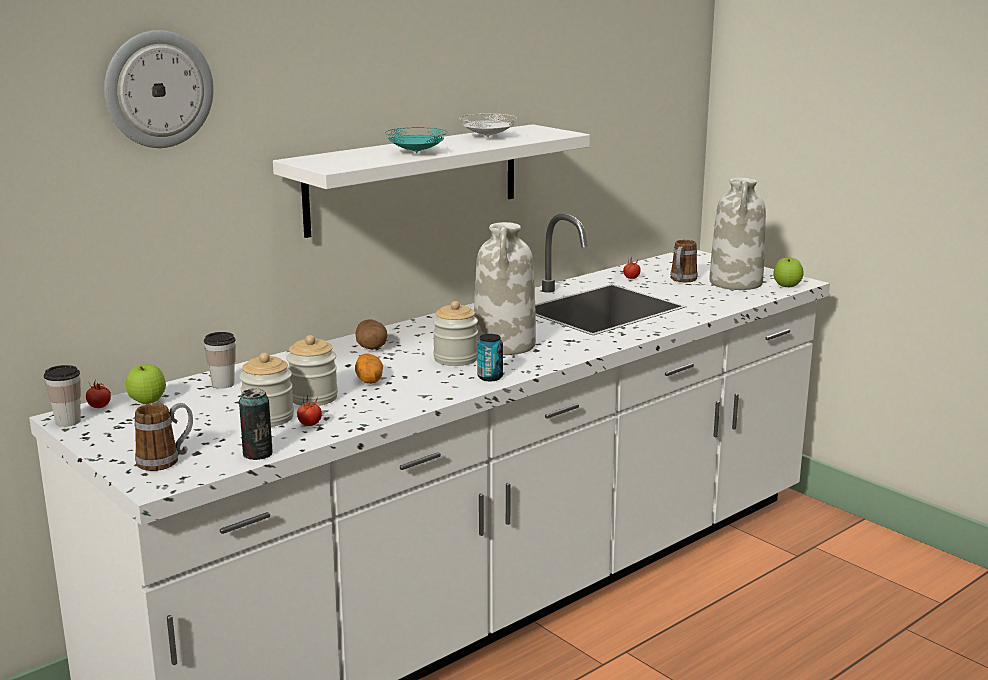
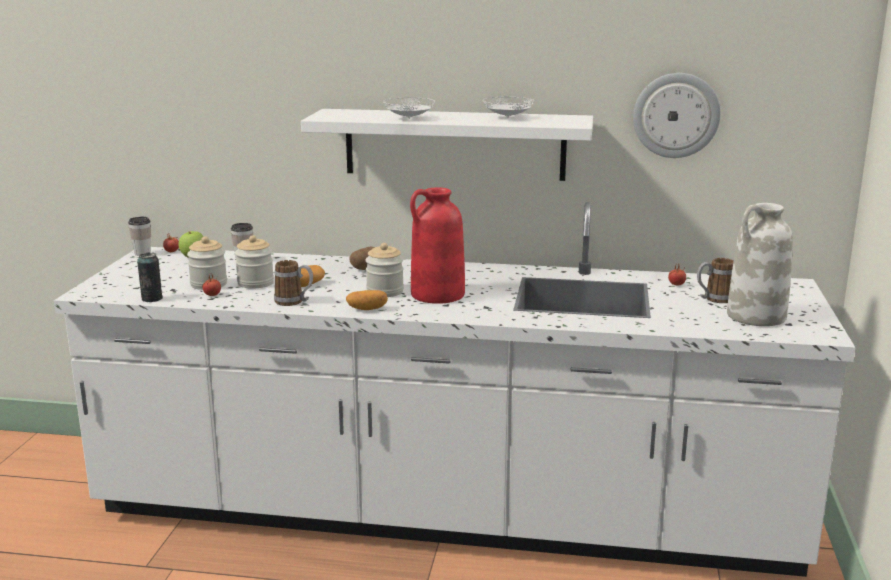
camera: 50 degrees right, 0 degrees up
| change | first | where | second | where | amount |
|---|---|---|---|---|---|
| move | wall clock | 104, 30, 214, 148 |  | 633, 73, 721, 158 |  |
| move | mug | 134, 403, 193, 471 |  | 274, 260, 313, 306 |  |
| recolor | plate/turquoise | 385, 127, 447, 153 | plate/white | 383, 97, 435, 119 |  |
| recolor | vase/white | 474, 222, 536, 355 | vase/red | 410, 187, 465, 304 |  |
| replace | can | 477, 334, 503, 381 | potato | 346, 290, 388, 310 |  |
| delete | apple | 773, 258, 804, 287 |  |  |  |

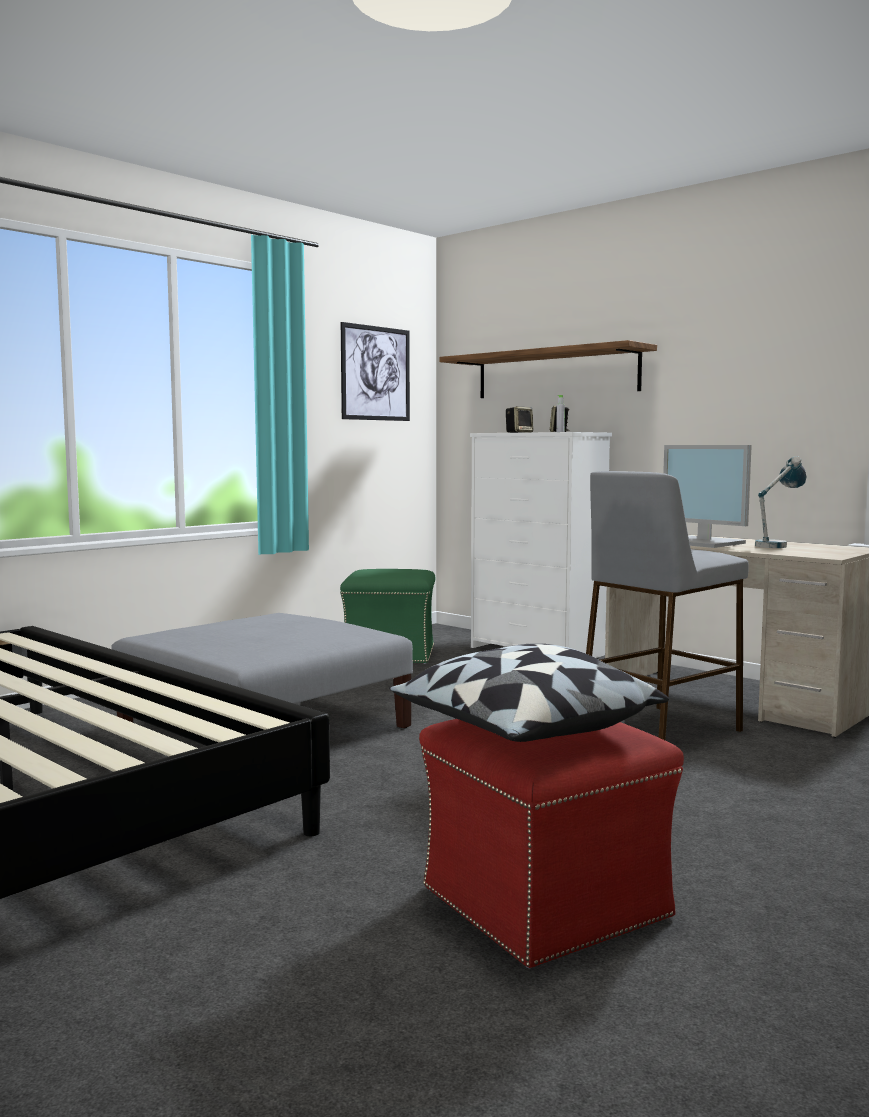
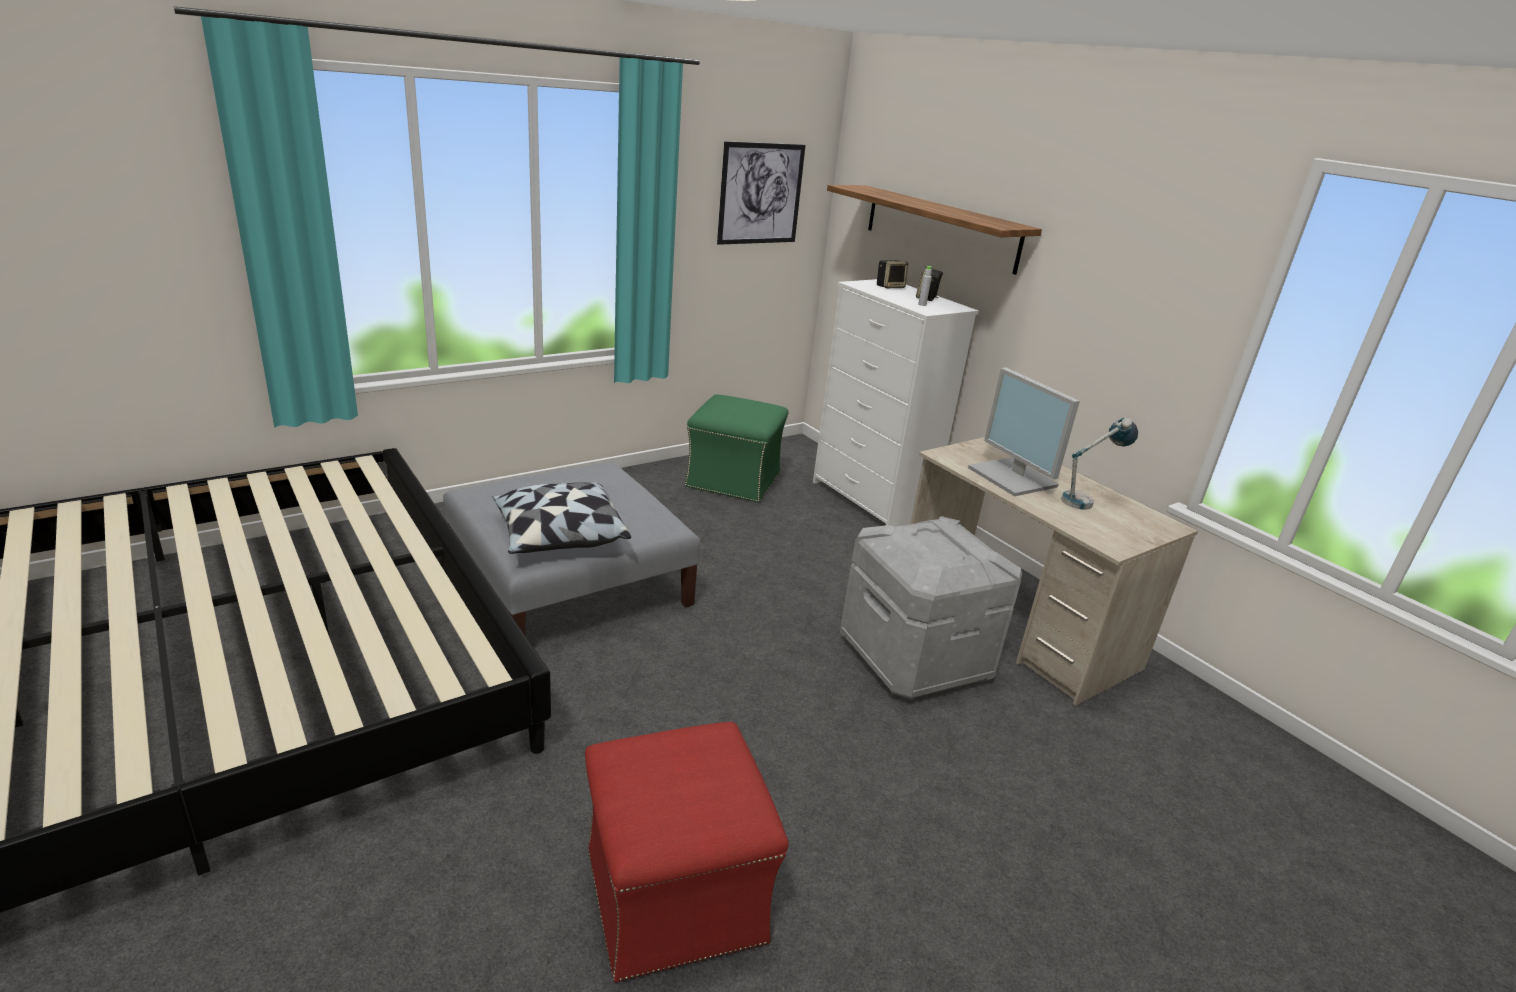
camera: 10 degrees right, 20 degrees up
| change | first | where | second | where | amount |
|---|---|---|---|---|---|
| move | pillow | 389, 643, 669, 742 |  | 492, 482, 631, 554 |  |
| replace | stool/grey | 586, 471, 749, 740 | storage box/grey | 840, 516, 1022, 699 |  |

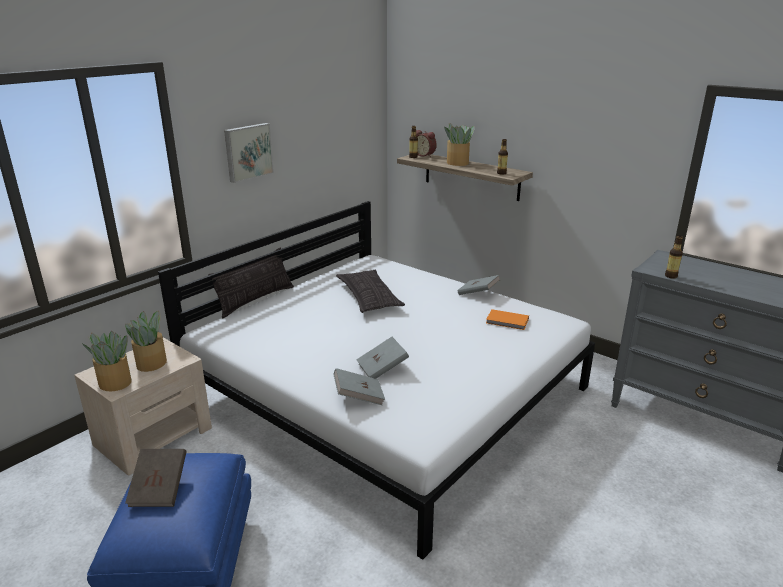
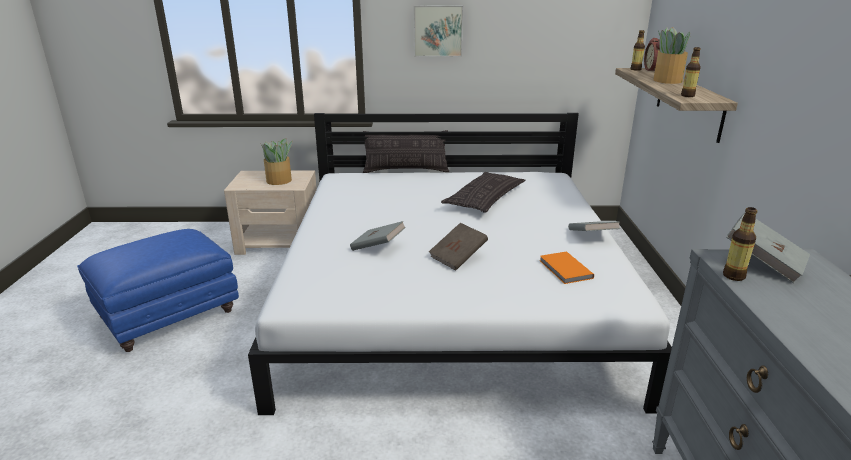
camera: 50 degrees right, 0 degrees up
| change | first | where | second | where | amount |
|---|---|---|---|---|---|
| delete | potted plant | 82, 331, 131, 391 |  |  |  |
| move | book/brown | 125, 449, 187, 507 |  | 429, 223, 488, 270 |  |
| move | book/grey | 333, 368, 385, 405 |  | 726, 213, 810, 283 |  |

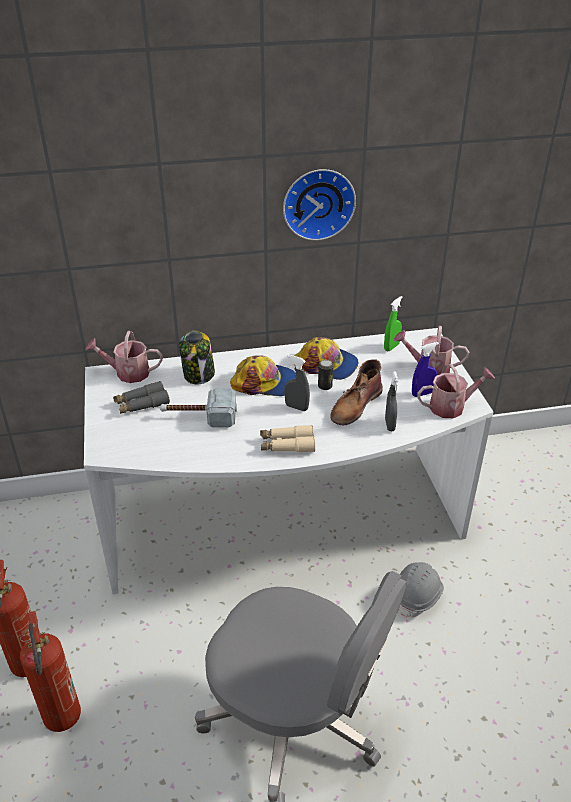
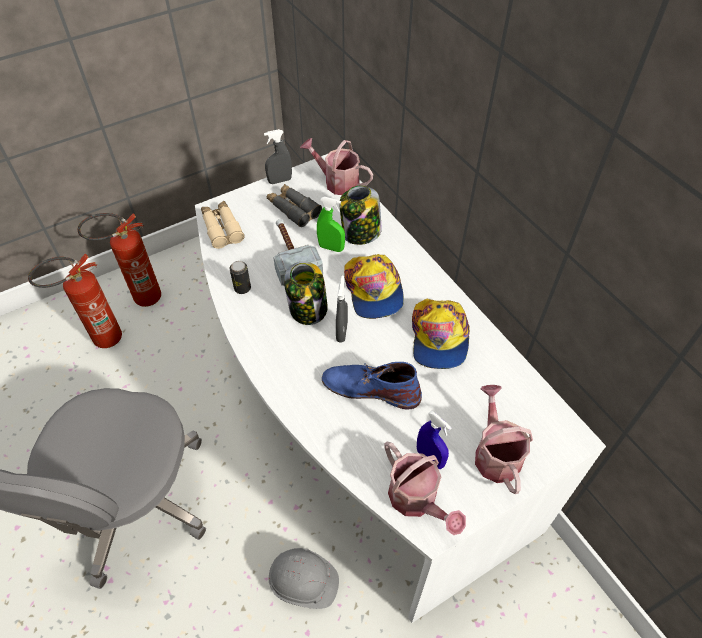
camera: 70 degrees right, 15 degrees up
| change | first | where | second | where | amount |
|---|---|---|---|---|---|
| rotate | watering can | 86, 331, 163, 383 |  | 300, 138, 373, 195 | 45 degrees counterclockwise |
| move | binoculars/beige | 260, 425, 315, 452 |  | 201, 201, 244, 249 |  |
| delete | wall clock | 283, 169, 356, 241 |  |  |  |
| move | can | 318, 360, 333, 390 |  | 230, 261, 251, 294 |  |
| recolor | boot/brown | 330, 359, 383, 425 | boot/blue | 322, 362, 422, 410 |  |
| move | spray bottle/green | 384, 296, 403, 351 |  | 317, 197, 345, 252 |  |
| move | spray bottle/grey | 385, 371, 398, 431 |  | 264, 129, 292, 184 |  |
| insert |  |  | jar | 284, 261, 328, 325 |  |

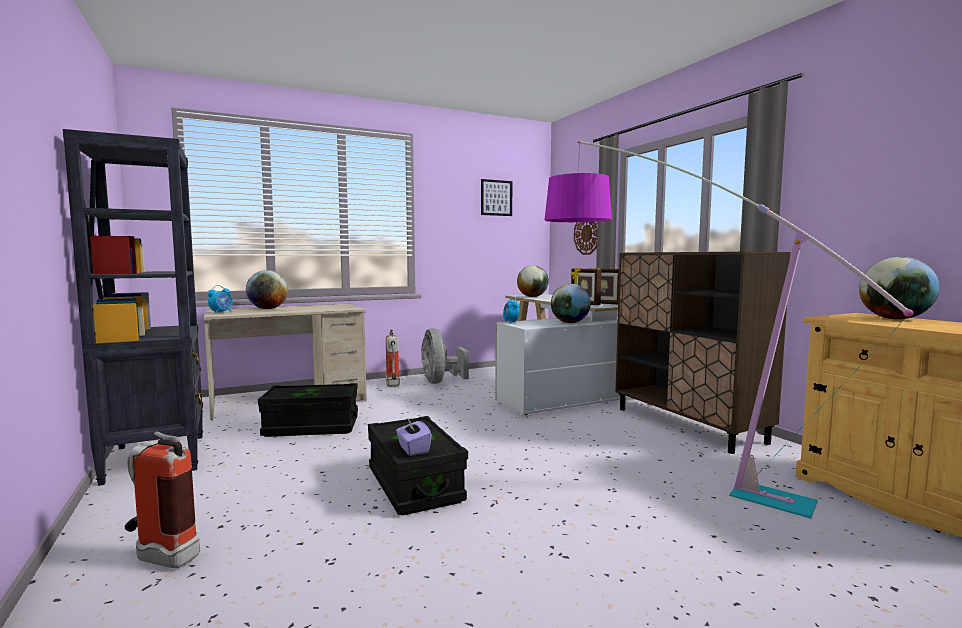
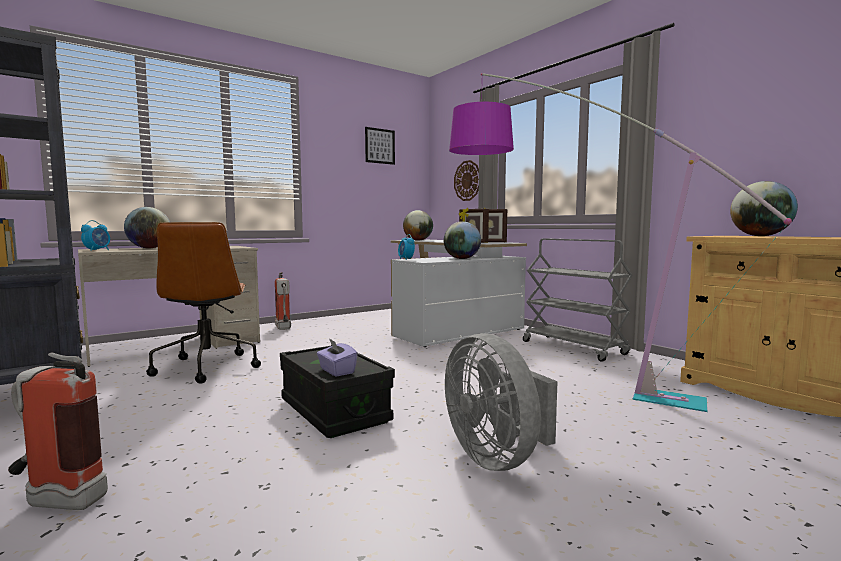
camera: 10 degrees left, 0 degrees up
| change | first | where | second | where | amount |
|---|---|---|---|---|---|
| replace | storage box/black | 258, 383, 358, 437 | office chair/brown | 146, 222, 261, 383 |  |
| move | fan/grey | 421, 328, 469, 384 |  | 445, 333, 558, 471 |  |
| replace | cabinet/brown | 615, 252, 791, 454 | cart/grey | 523, 238, 633, 362 |  |

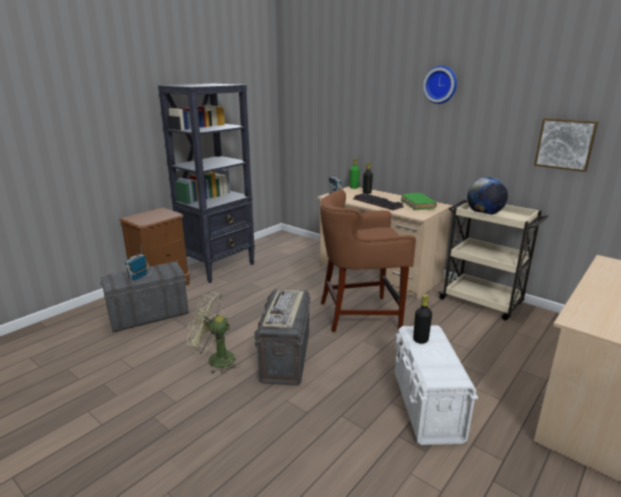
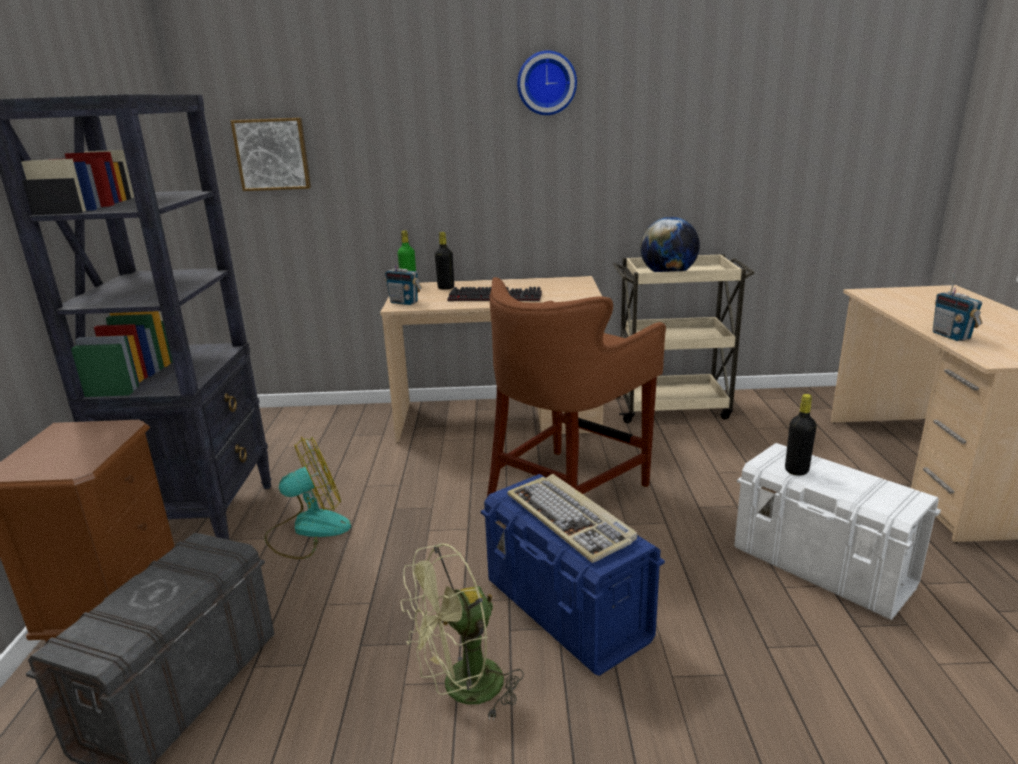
camera: 40 degrees left, 0 degrees up
| change | first | where | second | where | amount |
|---|---|---|---|---|---|
| move | radio | 125, 245, 149, 281 |  | 933, 271, 982, 341 |  |
| recolor | storage box/grey | 255, 289, 311, 386 | storage box/blue | 481, 474, 665, 676 |  |
| delete | book/green | 401, 193, 437, 210 |  |  |  |
| move | picture | 534, 118, 598, 172 |  | 231, 118, 311, 191 |  |
| insert |  |  | fan | 265, 437, 351, 559 |  |

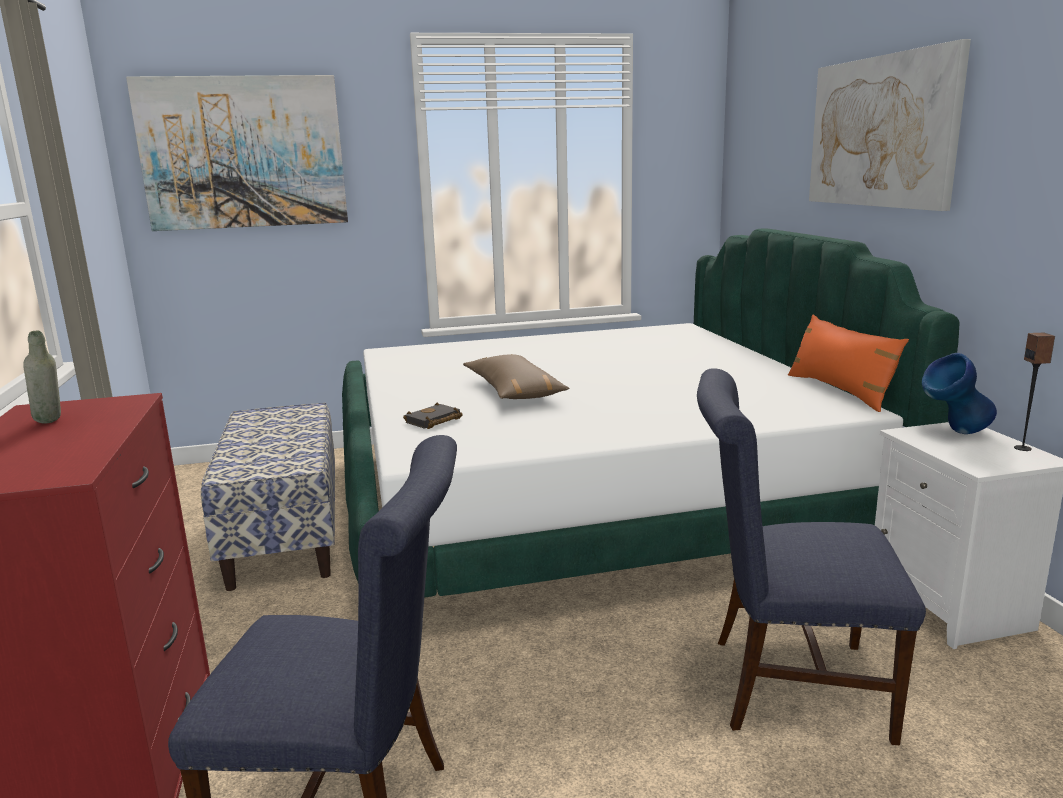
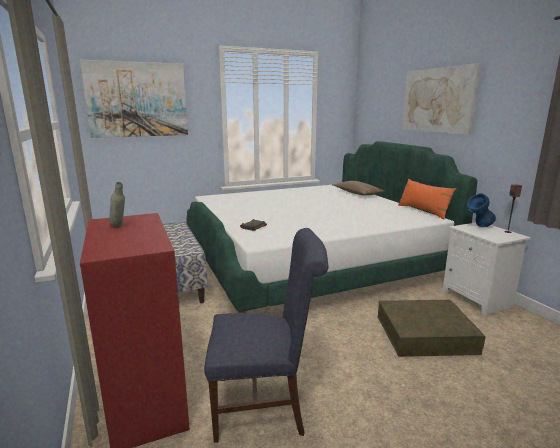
camera: 10 degrees left, 0 degrees up
| change | first | where | second | where | amount |
|---|---|---|---|---|---|
| move | pillow/brown | 463, 354, 569, 399 |  | 333, 181, 385, 196 |  |
| replace | chair/blue | 697, 368, 926, 745 | storage box/brown | 378, 300, 486, 357 |  |

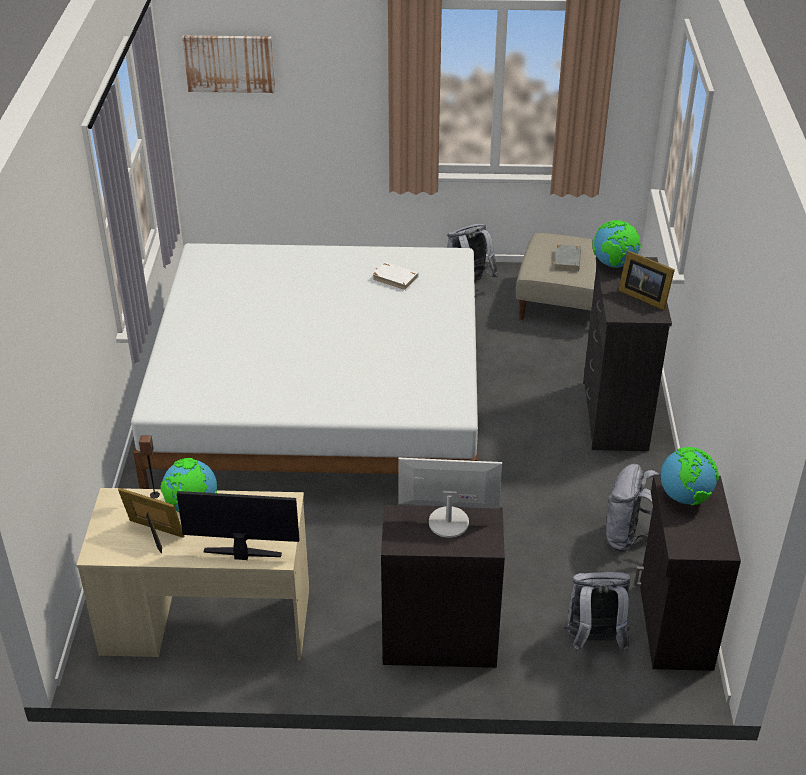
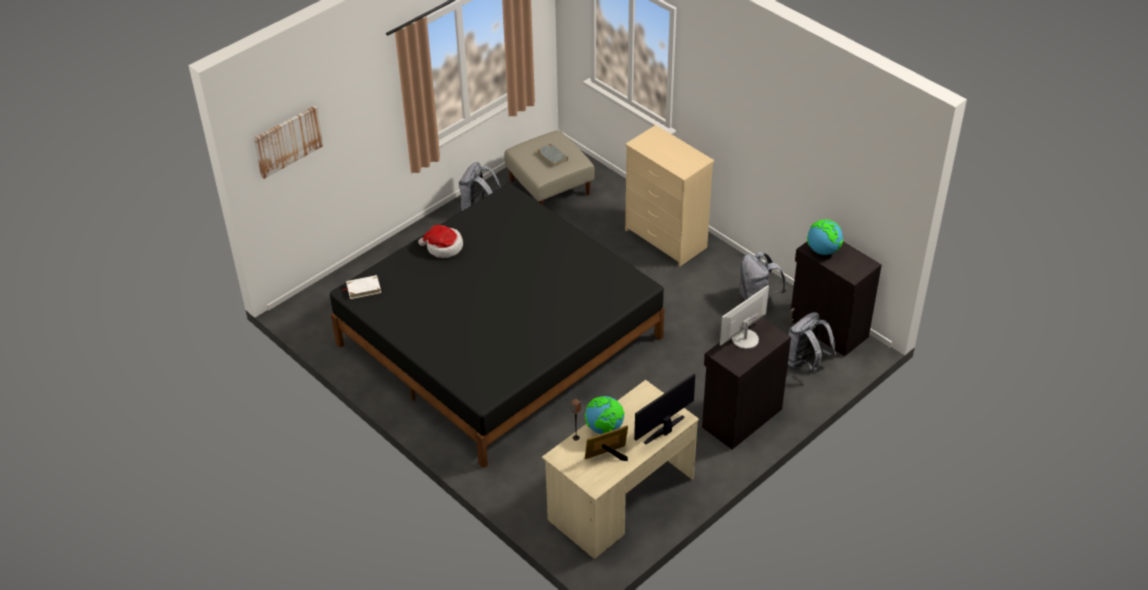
camera: 45 degrees left, 5 degrees up
| change | first | where | second | where | amount |
|---|---|---|---|---|---|
| recolor | bed/white | 131, 243, 478, 489 | bed/black | 330, 183, 664, 468 |  |
| move | book/white | 372, 262, 418, 291 |  | 342, 275, 381, 299 |  |
| recolor | dresser/black | 583, 256, 672, 451 | dresser/beige | 625, 125, 714, 267 |  |
| delete | globe | 592, 220, 641, 268 |  |  |  |
| delete | picture frame | 618, 250, 675, 310 |  |  |  |
| insert |  |  | hat | 418, 225, 463, 258 |  |

